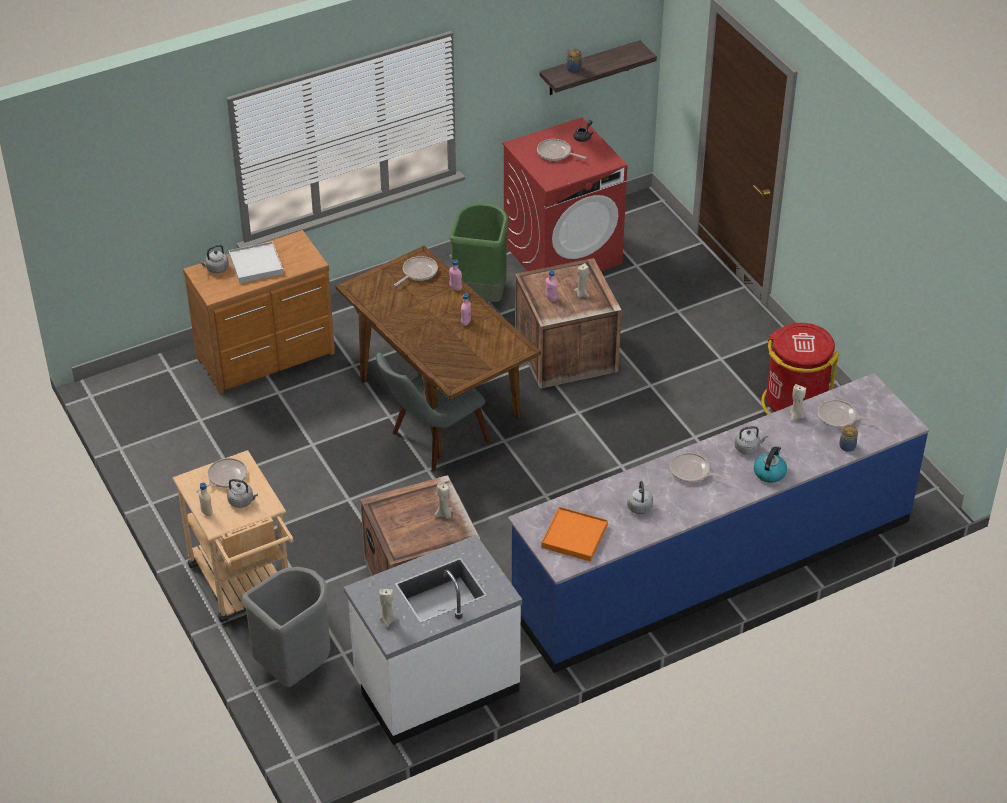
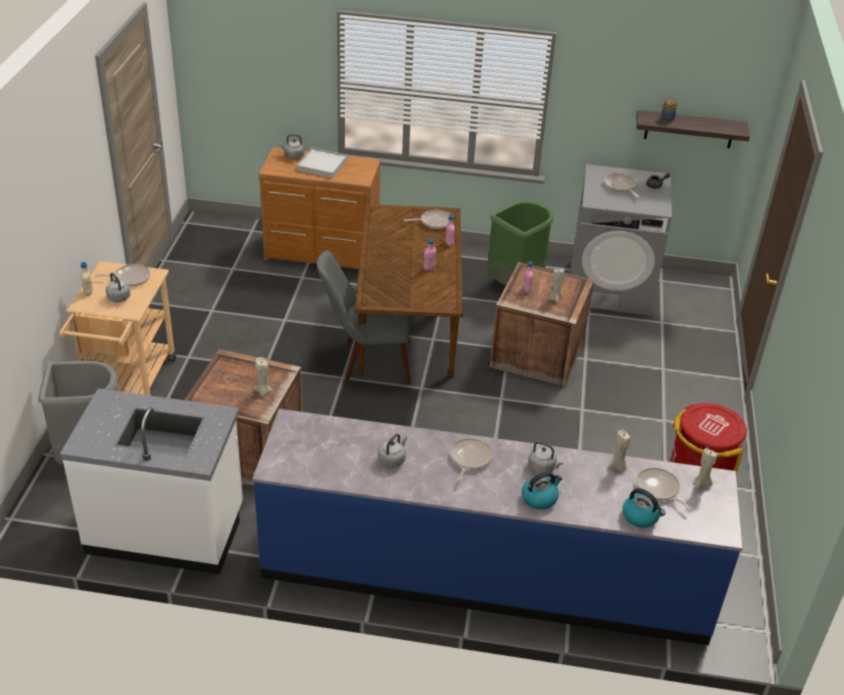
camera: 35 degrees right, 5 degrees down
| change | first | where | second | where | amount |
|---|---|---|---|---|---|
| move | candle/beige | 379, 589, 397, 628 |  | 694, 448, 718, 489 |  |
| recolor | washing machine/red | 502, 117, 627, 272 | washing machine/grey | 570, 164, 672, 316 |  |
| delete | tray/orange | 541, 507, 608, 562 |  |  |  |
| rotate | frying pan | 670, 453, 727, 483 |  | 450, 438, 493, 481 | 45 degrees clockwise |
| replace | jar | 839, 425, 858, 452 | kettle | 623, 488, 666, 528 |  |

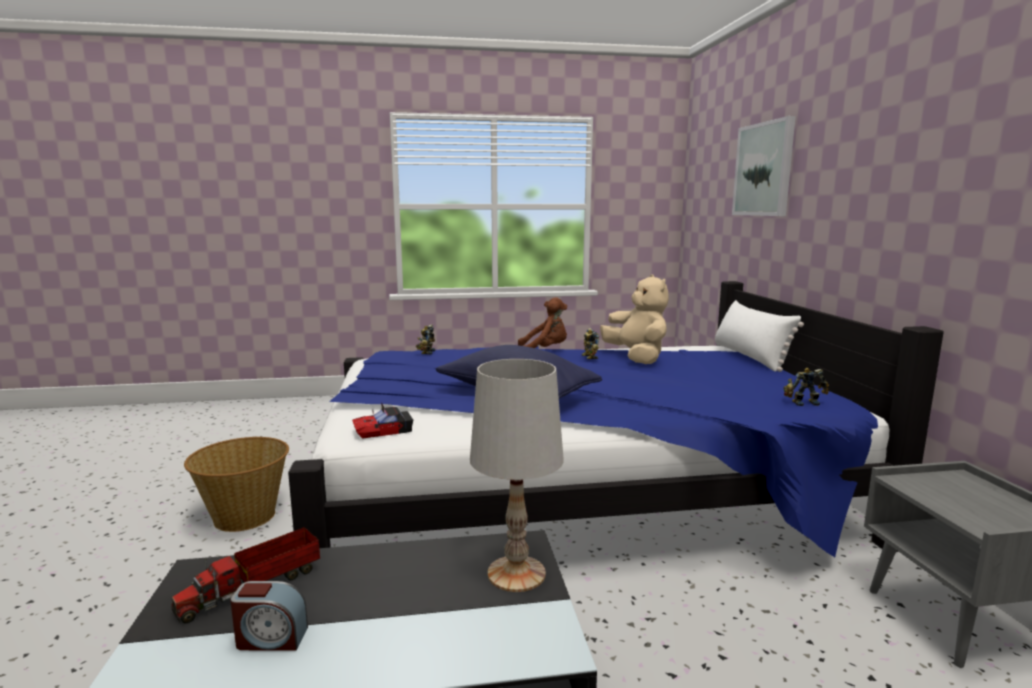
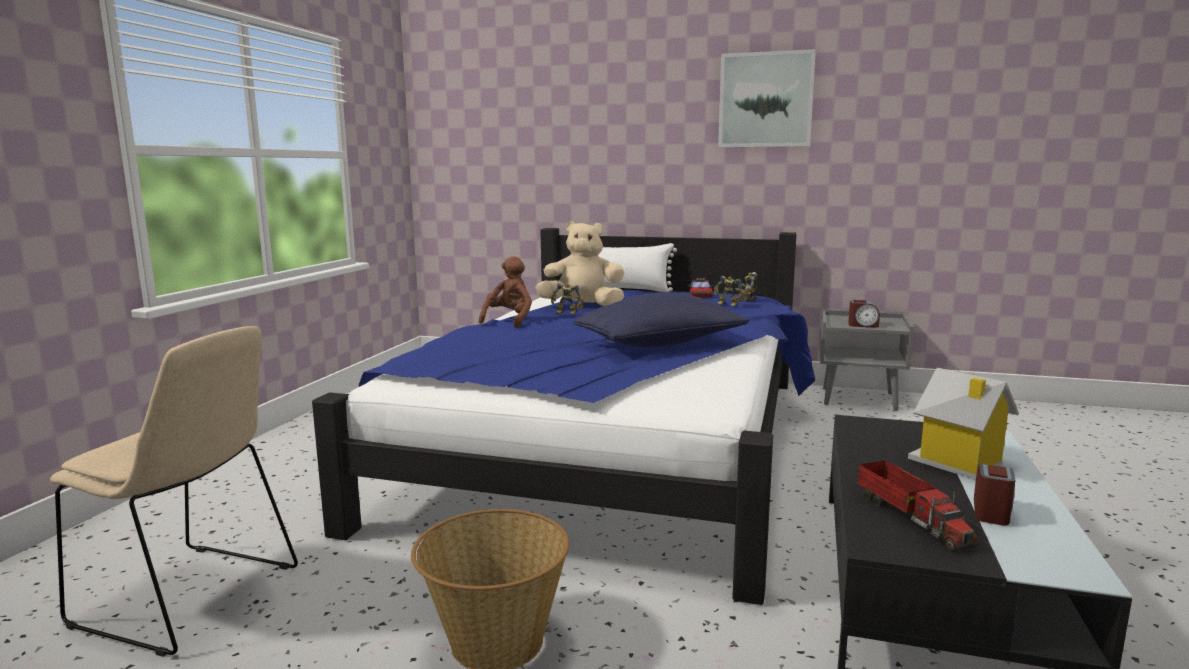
camera: 65 degrees left, 0 degrees up
| change | first | where | second | where | amount |
|---|---|---|---|---|---|
| move | toy car | 352, 402, 413, 439 |  | 687, 277, 715, 297 |  |
| move | toy robot | 416, 324, 435, 354 |  | 714, 276, 745, 306 |  |
| delete | table lamp/white | 470, 359, 564, 592 |  |  |  |
| move | picture | 732, 116, 796, 216 |  | 718, 49, 816, 148 |  |
| insert |  |  | chair/beige | 50, 326, 298, 657 |  |
| insert |  |  | alarm clock | 848, 300, 880, 328 |  |
| insert |  |  | toy house | 908, 368, 1019, 480 |  |

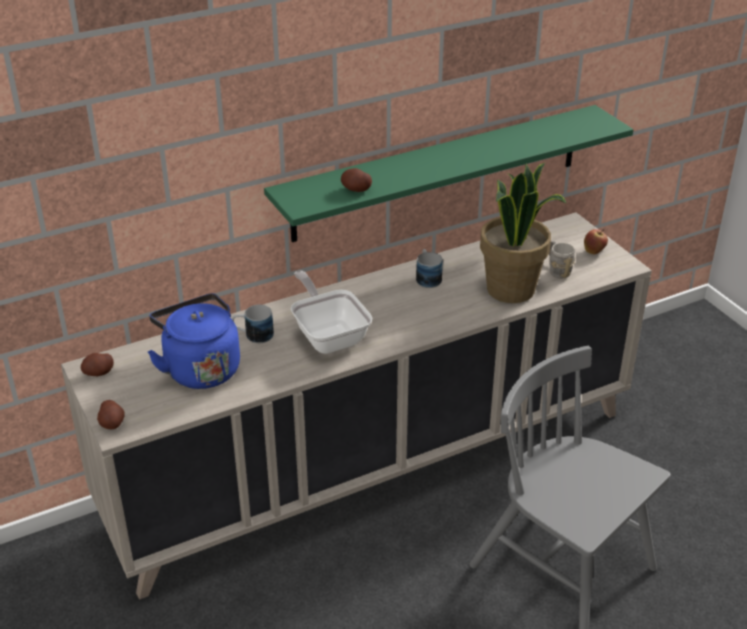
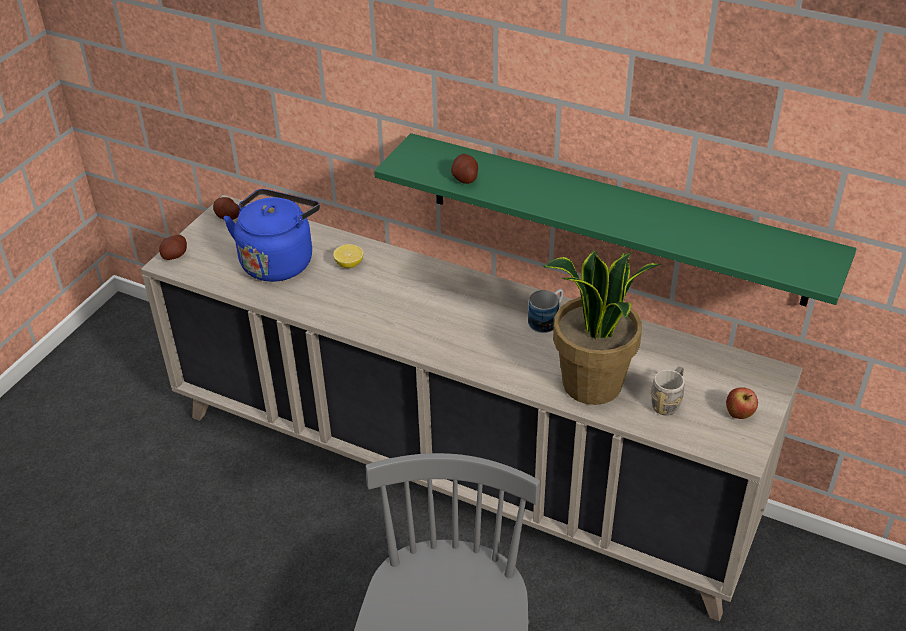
camera: 55 degrees right, 5 degrees up
| change | first | where | second | where | amount |
|---|---|---|---|---|---|
| replace | mug | 232, 305, 274, 343 | lemon | 333, 244, 364, 268 |  |
| delete | frying pan | 291, 271, 372, 354 |  |  |  |

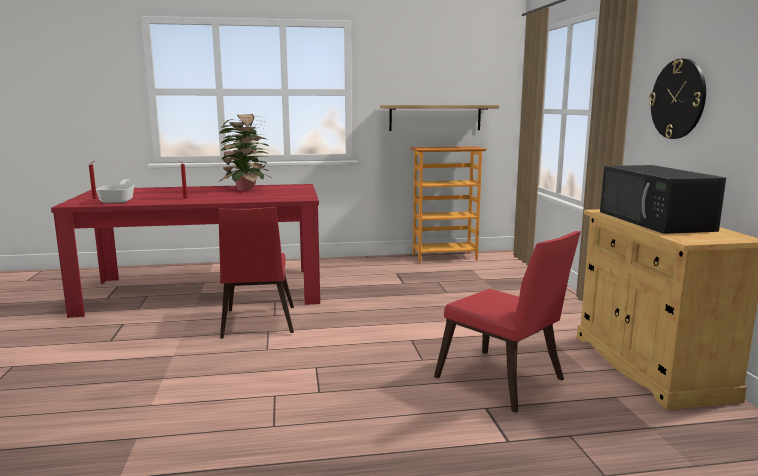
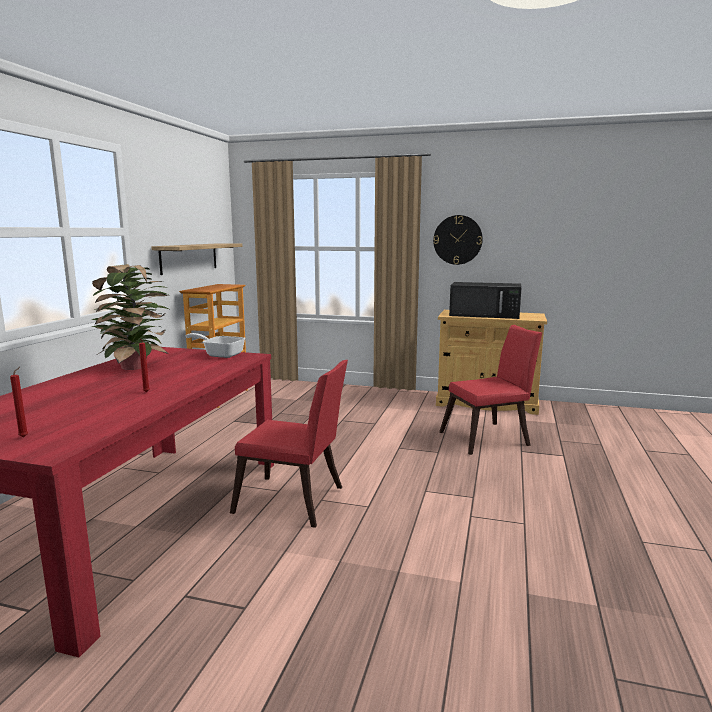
camera: 65 degrees left, 0 degrees up
| change | first | where | second | where | amount |
|---|---|---|---|---|---|
| move | frying pan | 95, 179, 135, 203 |  | 186, 333, 245, 358 |  |

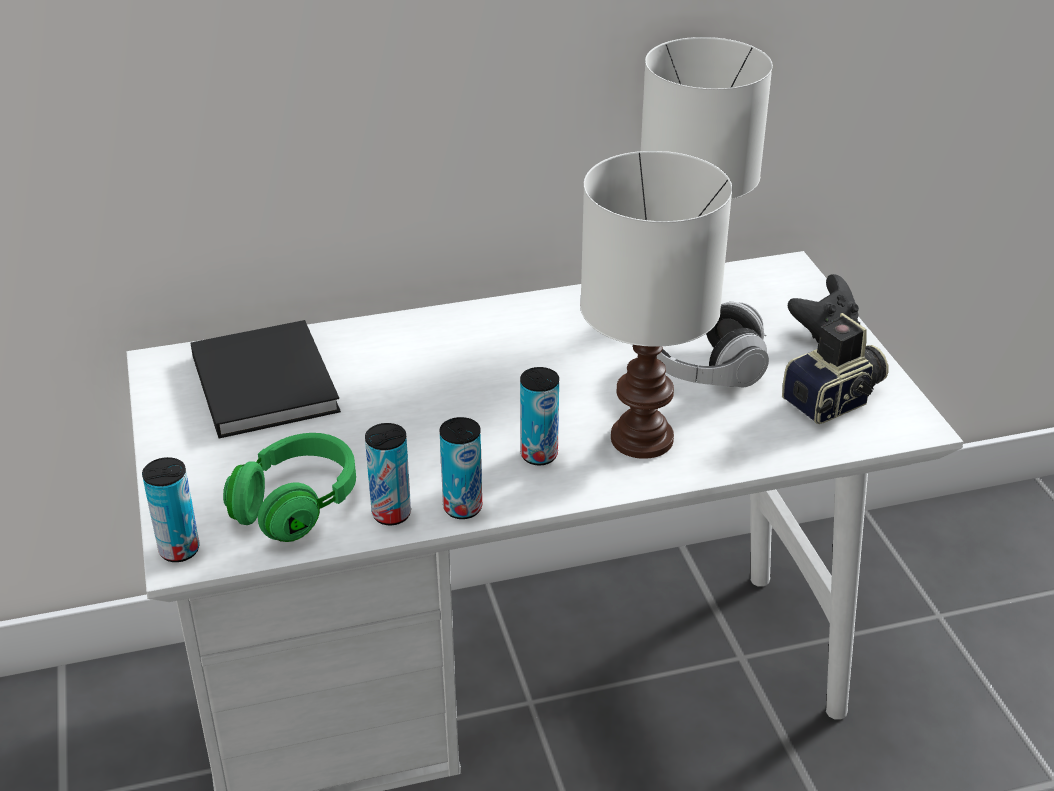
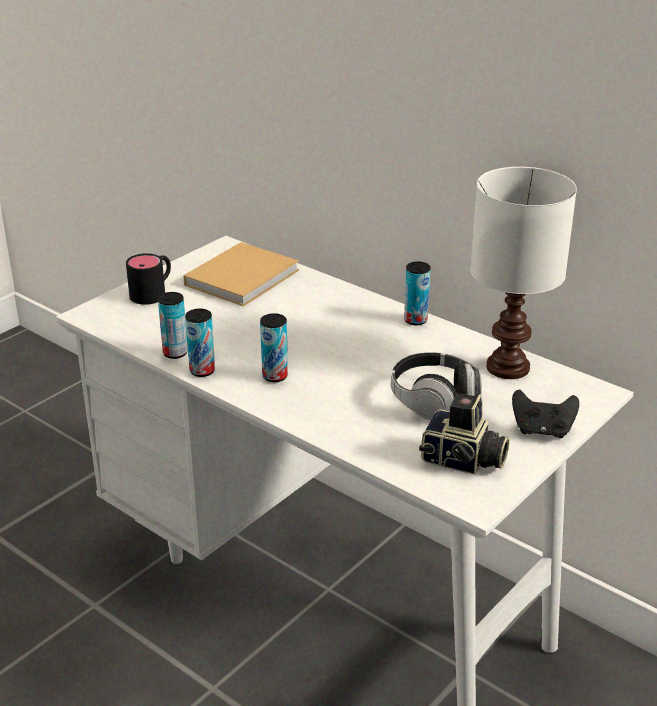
camera: 55 degrees right, 5 degrees down
| change | first | where | second | where | amount |
|---|---|---|---|---|---|
| move | can | 142, 457, 199, 562 |  | 404, 261, 431, 325 |  |
| recolor | book/black | 190, 320, 341, 438 | book/beige | 183, 242, 299, 306 |  |
| delete | headphones/green | 223, 433, 356, 542 |  |  |  |
| delete | table lamp/white | 580, 151, 732, 459 |  |  |  |
| insert |  |  | mug/black | 126, 253, 171, 305 |  |

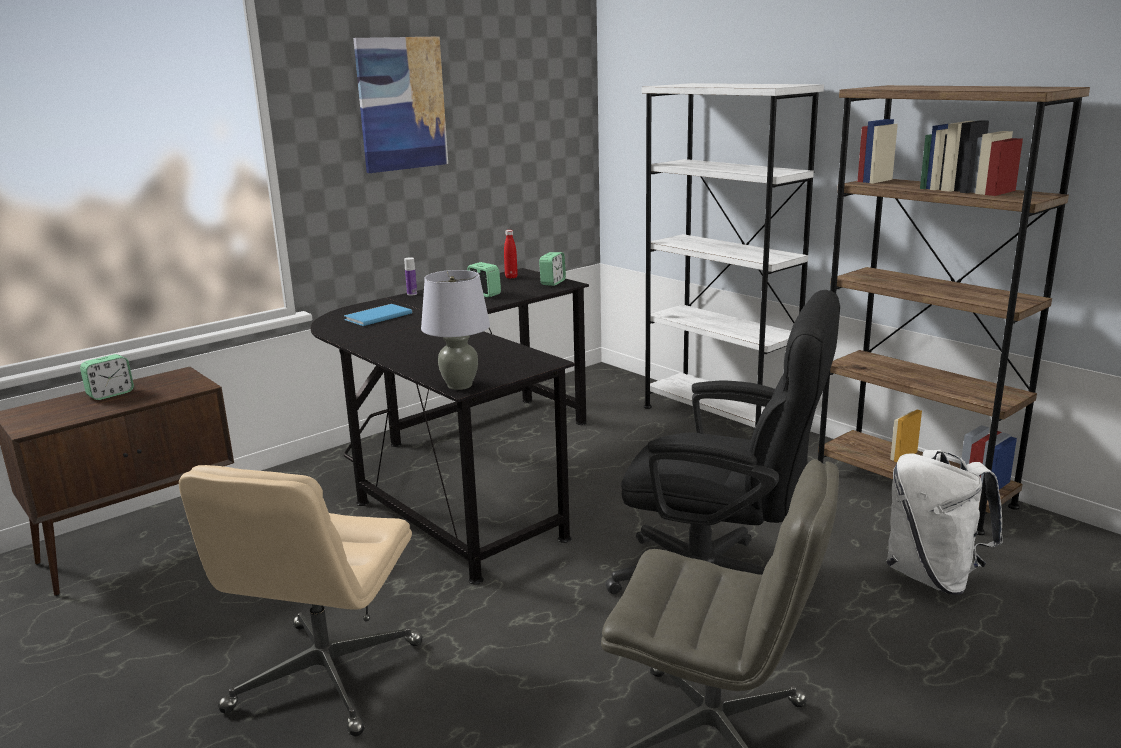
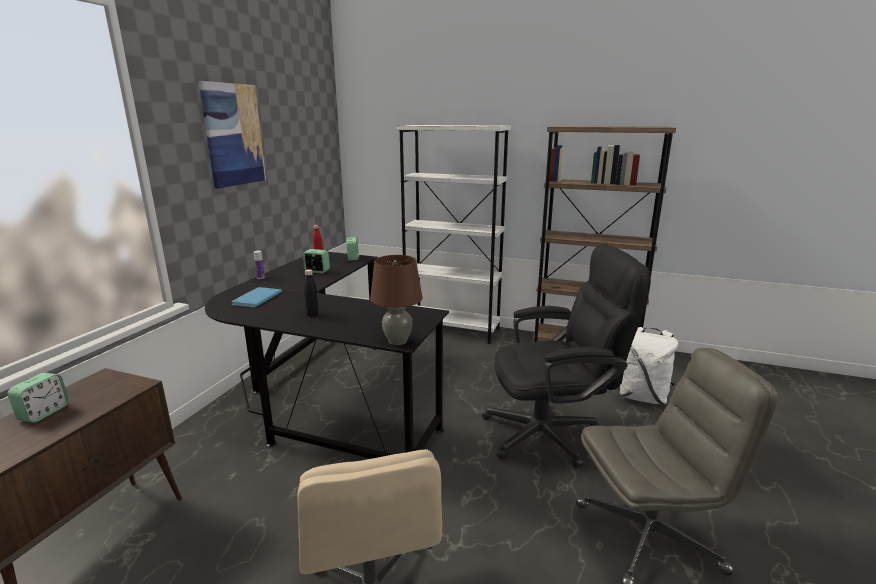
camera: 30 degrees left, 0 degrees up
| change | first | where | second | where | amount |
|---|---|---|---|---|---|
| recolor | table lamp/grey | 421, 270, 490, 390 | table lamp/brown | 370, 255, 423, 345 |  |
| insert |  |  | bottle/black | 304, 269, 319, 316 |  |

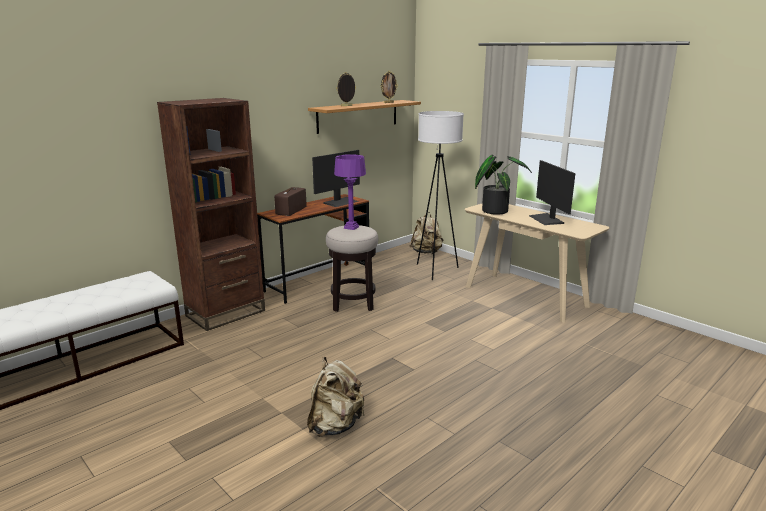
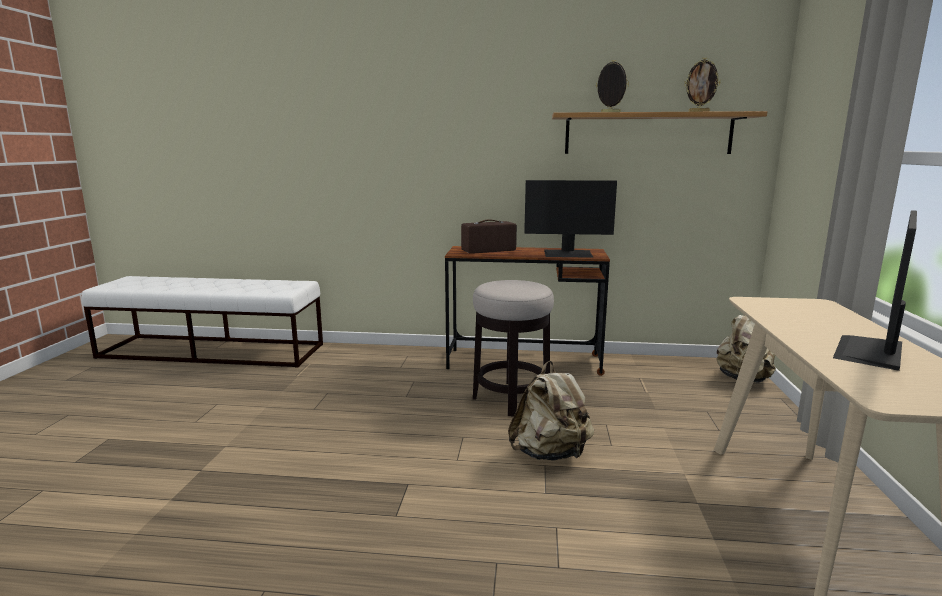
camera: 50 degrees right, 5 degrees down
| change | first | where | second | where | amount |
|---|---|---|---|---|---|
| delete | bookcase/brown | 157, 98, 265, 331 |  |  |  |
| move | backpack/beige | 307, 357, 365, 437 |  | 508, 361, 594, 460 |  |
| delete | table lamp/purple | 334, 154, 366, 230 |  |  |  |
| delete | floor lamp/white | 417, 111, 464, 280 |  |  |  |
| delete | potted plant | 475, 155, 532, 215 |  |  |  |

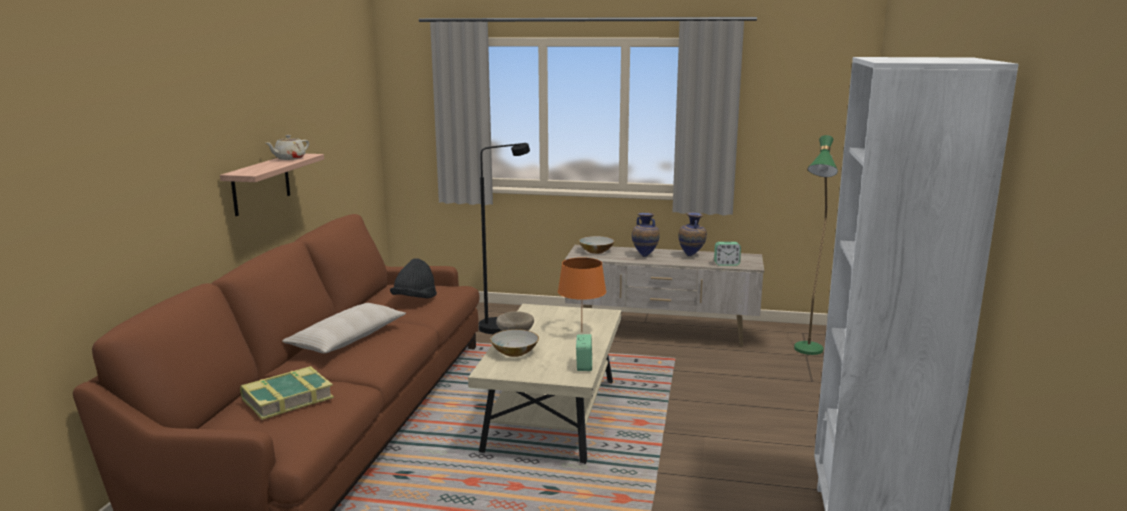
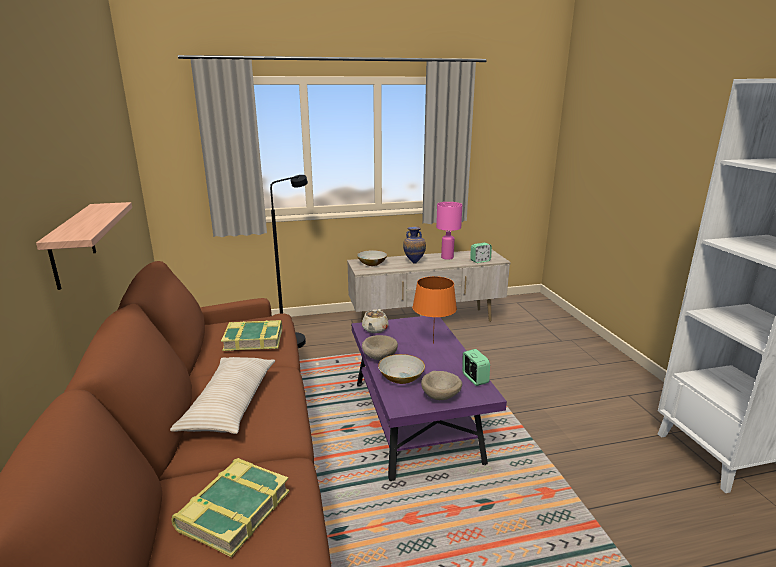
camera: 25 degrees left, 5 degrees up
| change | first | where | second | where | amount |
|---|---|---|---|---|---|
| move | teapot/beige | 266, 135, 309, 160 |  | 362, 309, 389, 333 |  |
| replace | hat/black | 390, 258, 437, 298 | book | 221, 320, 282, 351 |  |
| recolor | coffee table/beige | 468, 304, 622, 464 | coffee table/purple | 351, 316, 507, 482 |  |
| replace | vase | 678, 212, 707, 256 | table lamp/pink | 436, 202, 462, 260 |  |
| delete | floor lamp/green | 794, 135, 838, 355 |  |  |  |
| insert |  |  | bowl/beige | 421, 371, 462, 400 |  |

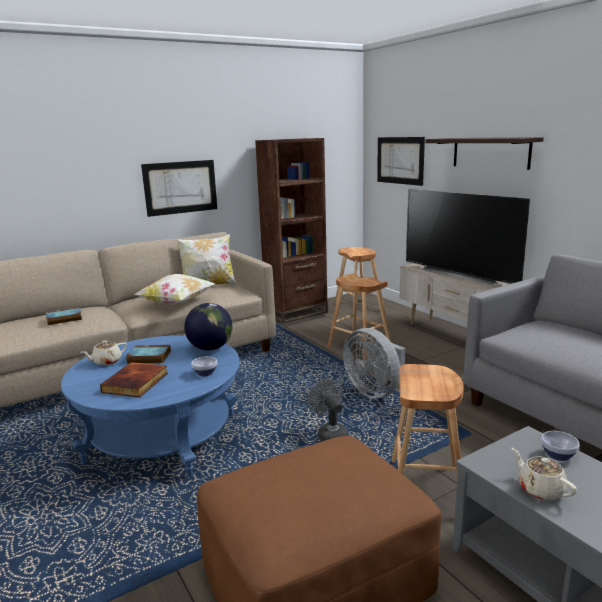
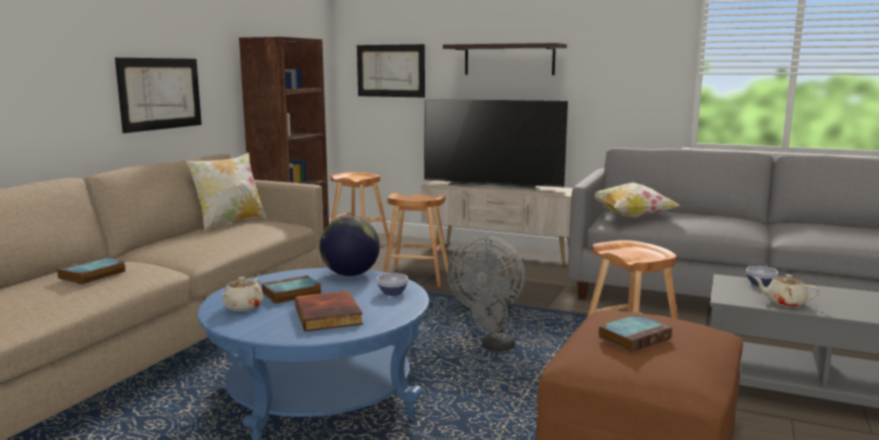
camera: 35 degrees left, 5 degrees down
| change | first | where | second | where | amount |
|---|---|---|---|---|---|
| move | pillow | 133, 274, 215, 305 |  | 594, 182, 681, 218 |  |
| rotate | fan/grey | 308, 379, 348, 441 |  | 471, 290, 515, 352 | 75 degrees counterclockwise |
| insert |  |  | book | 598, 314, 672, 352 |  |

